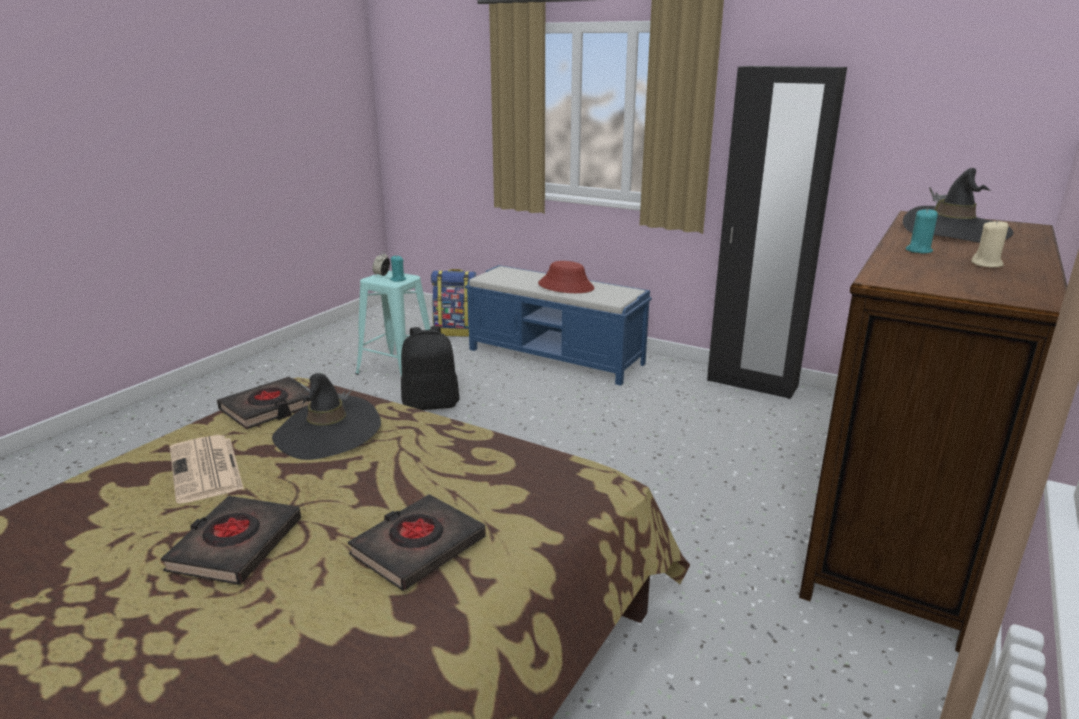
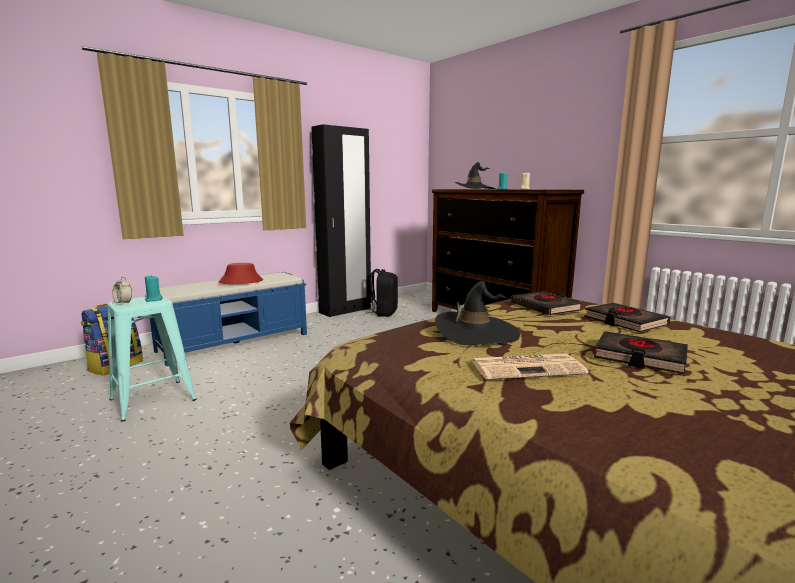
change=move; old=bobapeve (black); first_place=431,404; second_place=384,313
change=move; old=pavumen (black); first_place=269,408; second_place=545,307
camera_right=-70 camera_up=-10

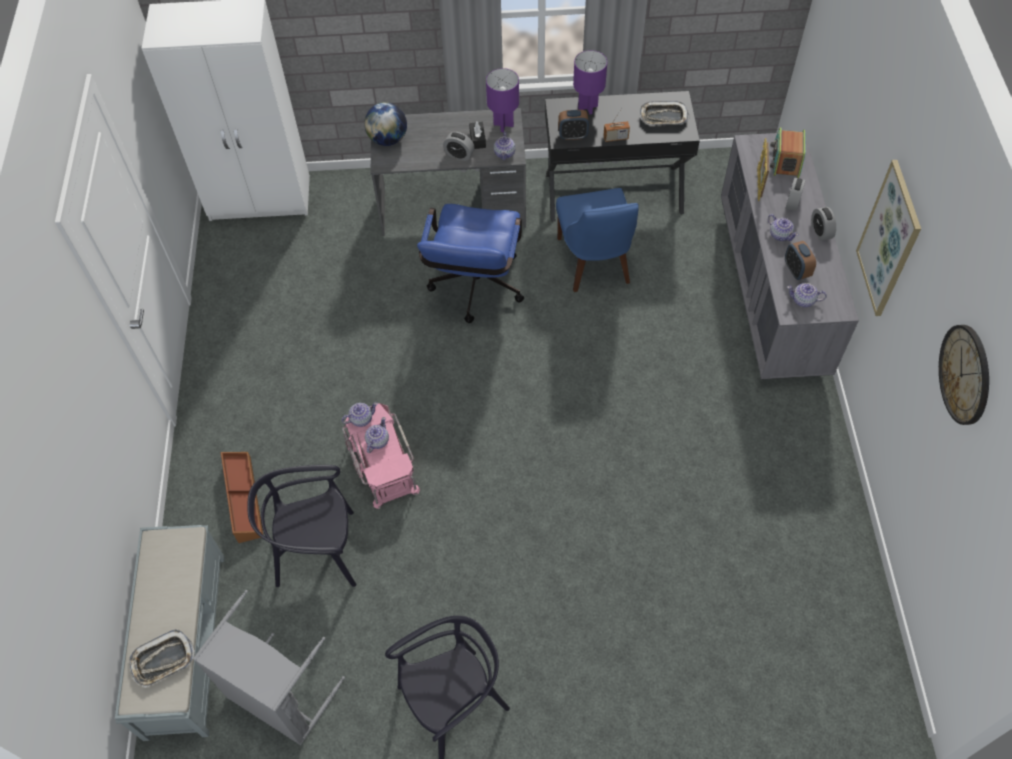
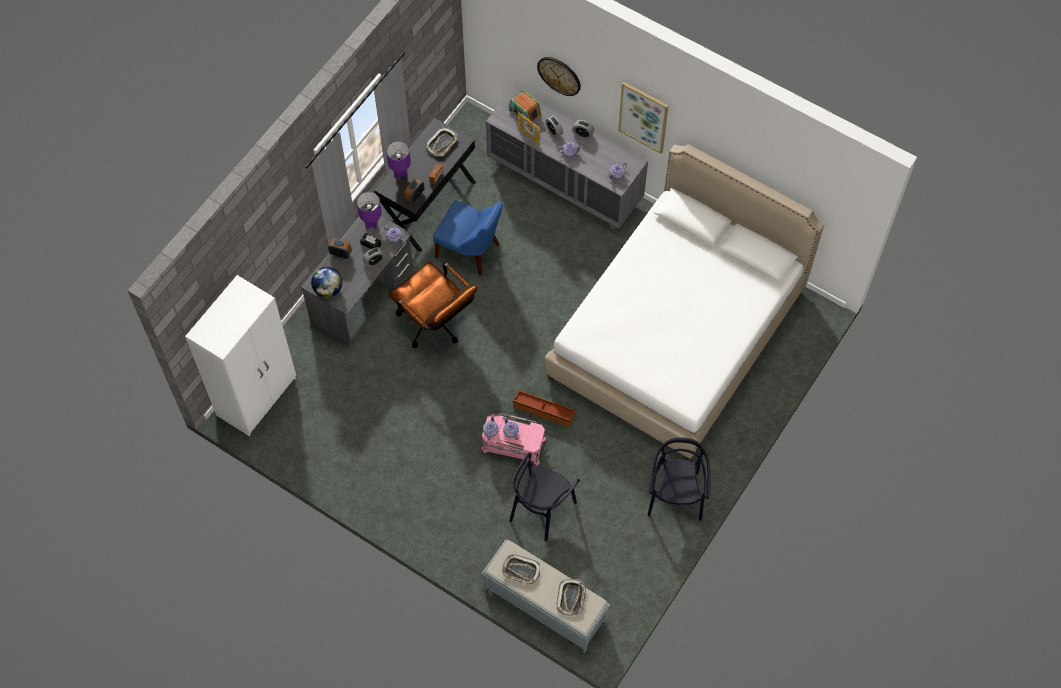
change=recolor; old=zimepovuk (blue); new=zimepovuk (brown); first_place=475,291; second_place=436,324
change=move; old=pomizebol; first_place=796,270; second_place=340,254
change=move; old=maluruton; first_place=965,374; second_place=559,75
change=move; old=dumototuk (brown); first_place=243,499; second_place=543,411
change=delete; old=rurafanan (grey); first_place=278,698
change=insert; new=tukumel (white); second_place=676,333
change=insert; new=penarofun; second_place=521,571
camera_right=-55 camera_up=5

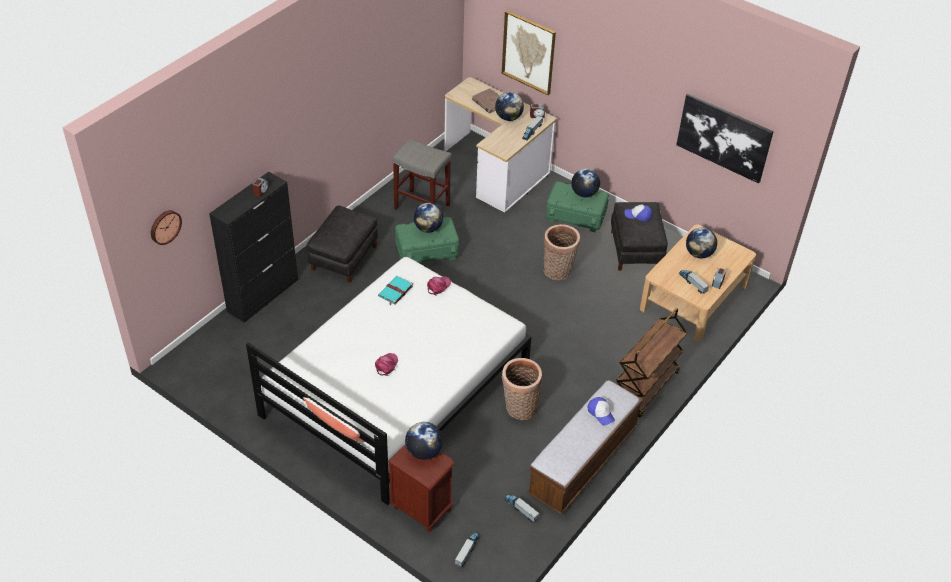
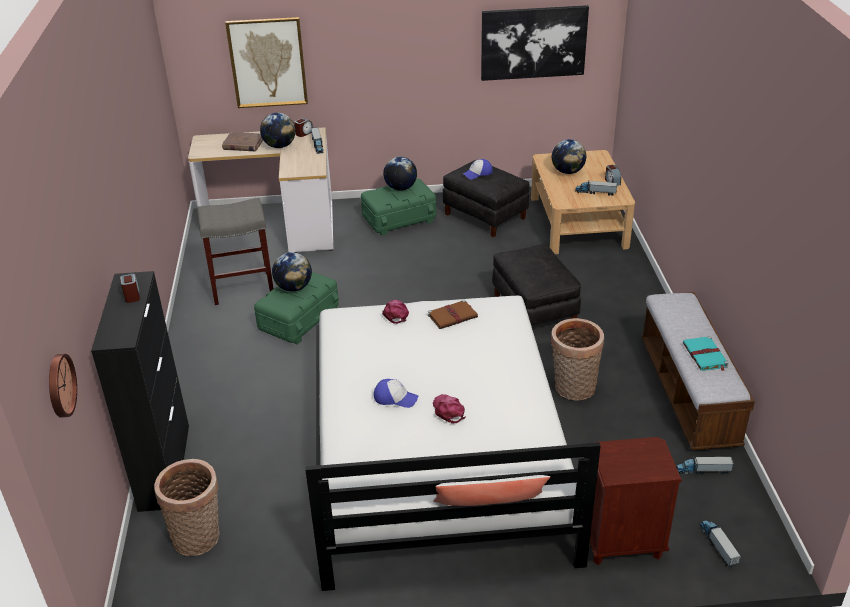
change=move; old=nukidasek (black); first_place=344,257; second_place=533,309
change=move; old=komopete; first_place=558,272; second_place=199,538
change=move; old=pavumen (turquoise); first_place=395,291; second_place=705,356
change=delete; old=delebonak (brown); first_place=646,388
change=move; old=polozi; first_place=601,413; second_place=395,398
change=delete; old=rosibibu; first_place=423,451
change=insert; new=pavumen (brown); second_place=453,316
camera_right=-40 camera_up=-10

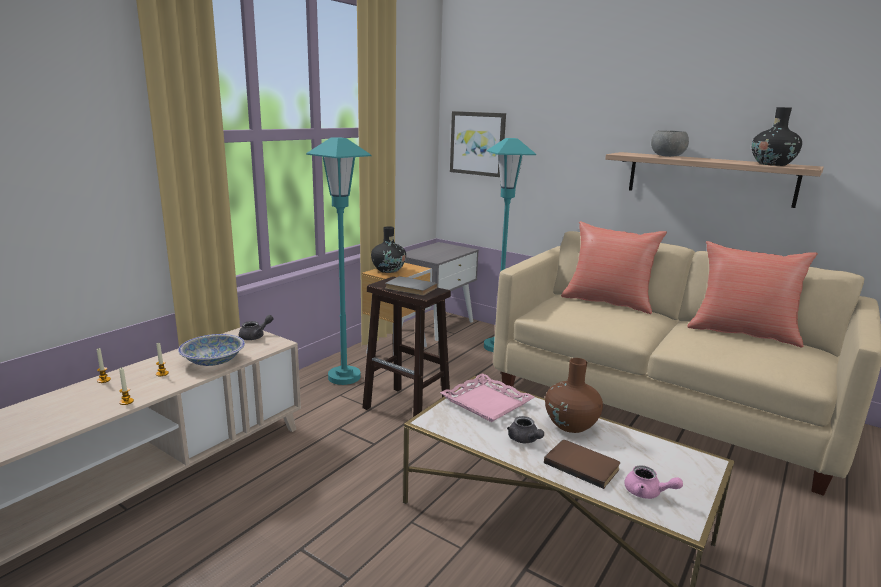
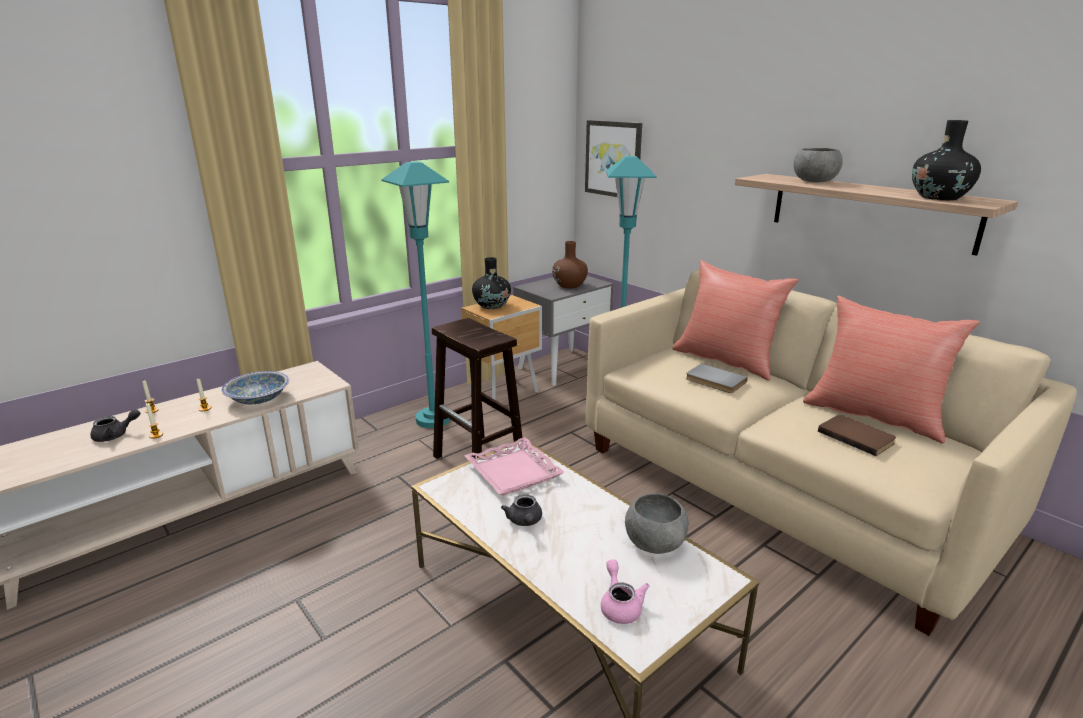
change=move; old=pavumen (grey); first_place=410,288; second_place=714,381
change=move; old=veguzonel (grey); first_place=255,336; second_place=115,435
change=move; old=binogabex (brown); first_place=571,424; second_place=569,285
change=move; old=pavumen (brown); first_place=582,464; second_place=857,436
change=rotate; old=veguzonel (pink); first_place=647,493; second_place=620,605; degrees=-150
change=insert; new=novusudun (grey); second_place=654,543
camera_right=15 camera_up=5

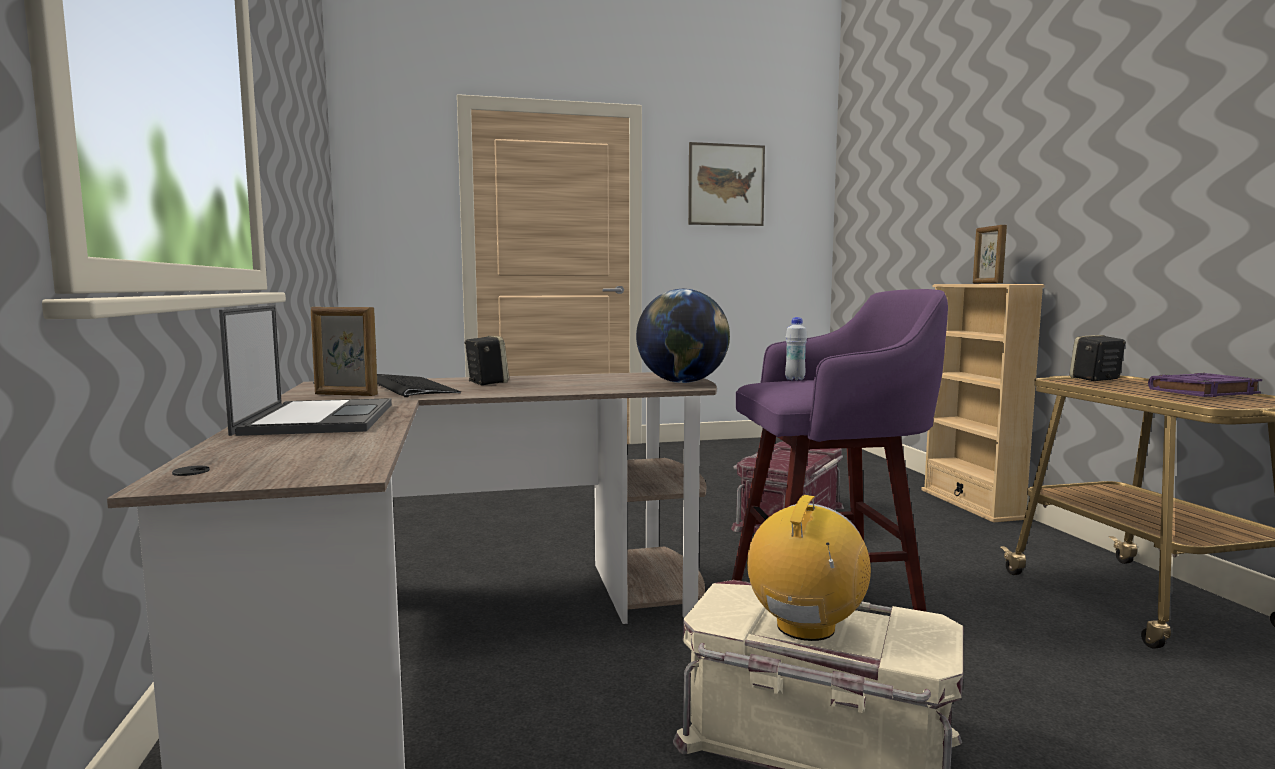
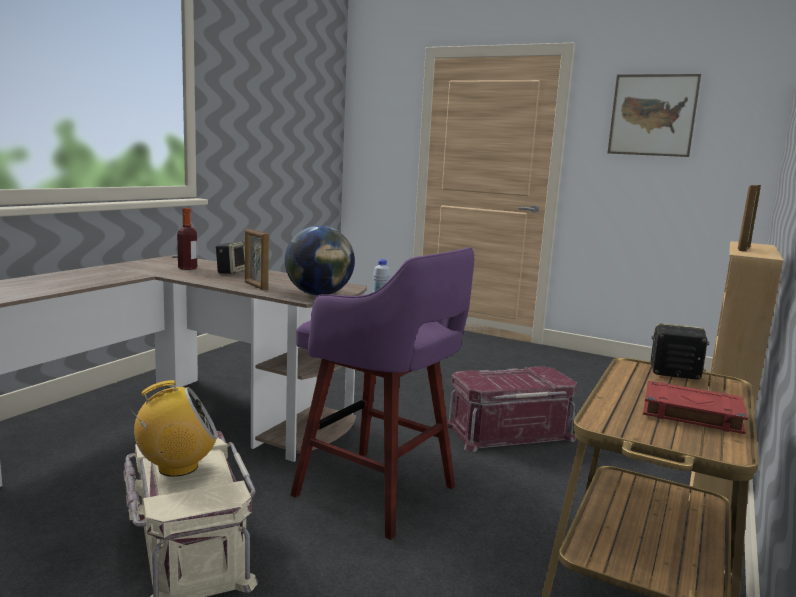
change=delete; old=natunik; first_place=318,418
change=move; old=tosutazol; first_place=345,394; second_place=255,286
change=recolor; old=pavumen (purple); new=pavumen (red); first_place=1203,392; second_place=690,413
change=replace; old=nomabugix; new=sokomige; first_place=411,388; second_place=187,268
camera_right=40 camera_up=5

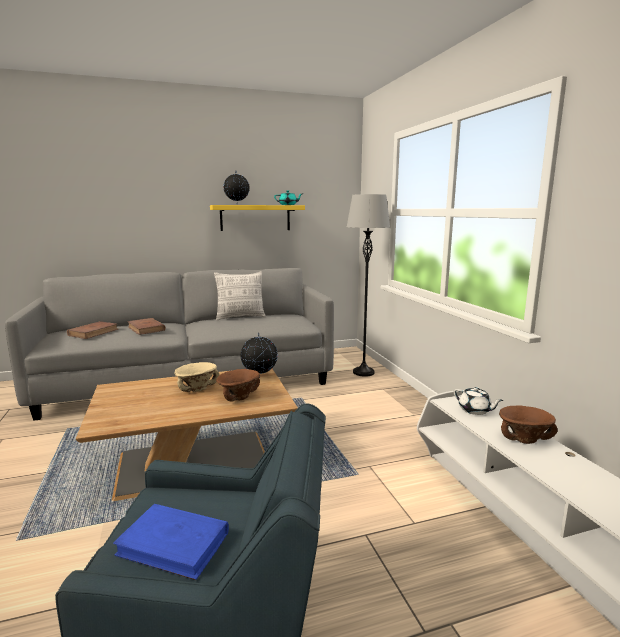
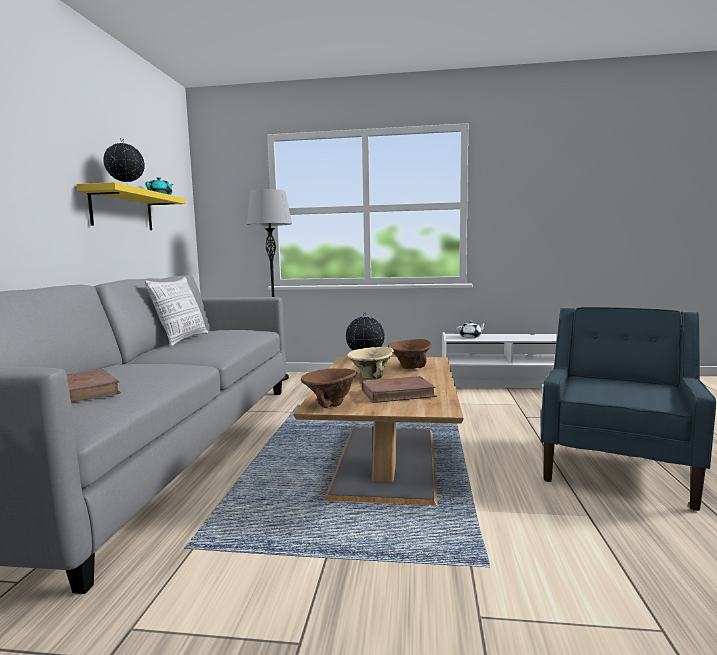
change=move; old=pavumen (brown); first_place=146,328; second_place=398,393
change=move; old=novusudun (brown); first_place=523,439; second_place=329,404
change=delete; old=pavumen (blue); first_place=174,544
camera_right=-65 camera_up=-5

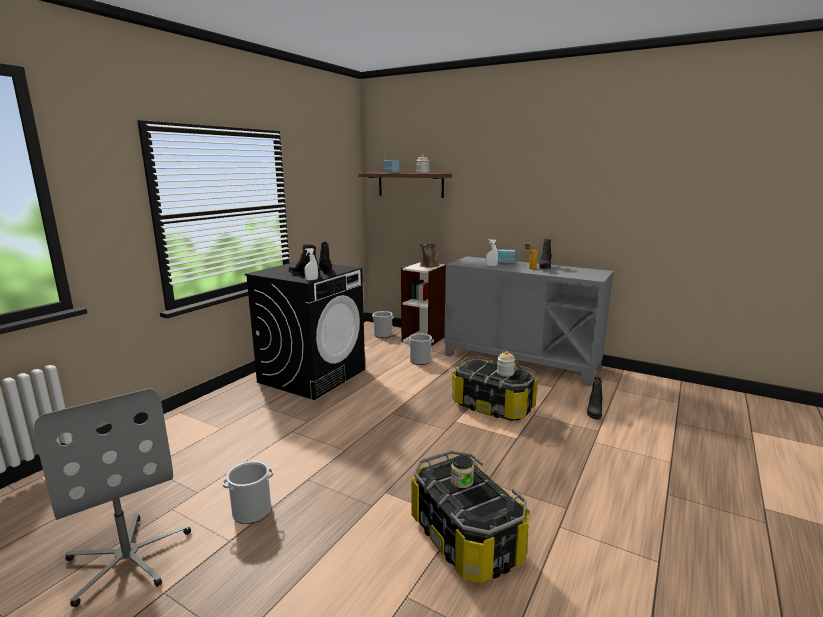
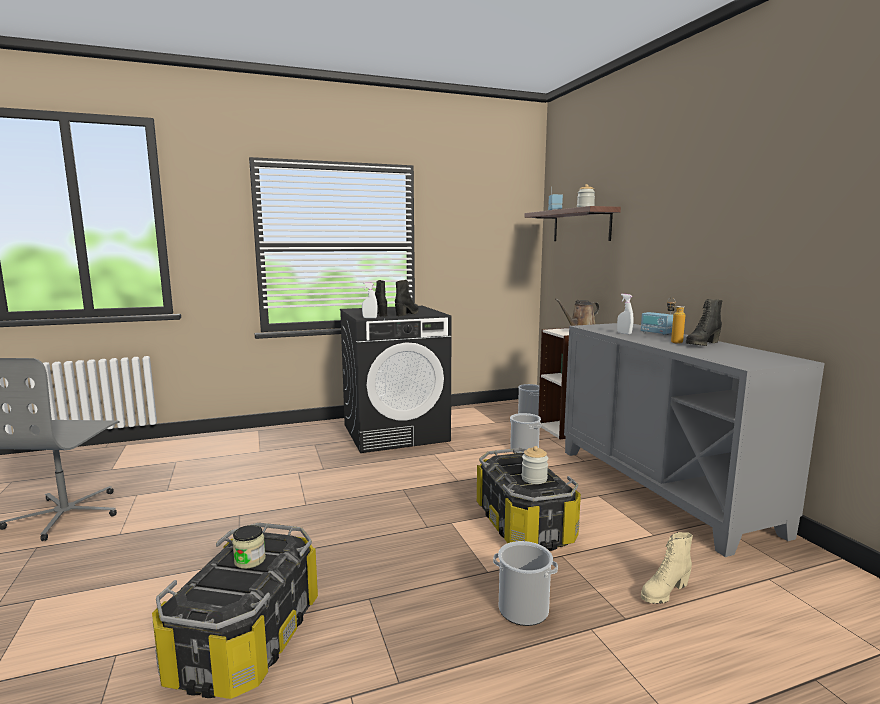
change=recolor; old=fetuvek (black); new=fetuvek (beige); first_place=594,412; second_place=664,592
change=move; old=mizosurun; first_place=252,511; second_place=523,609
camera_right=40 camera_up=-5

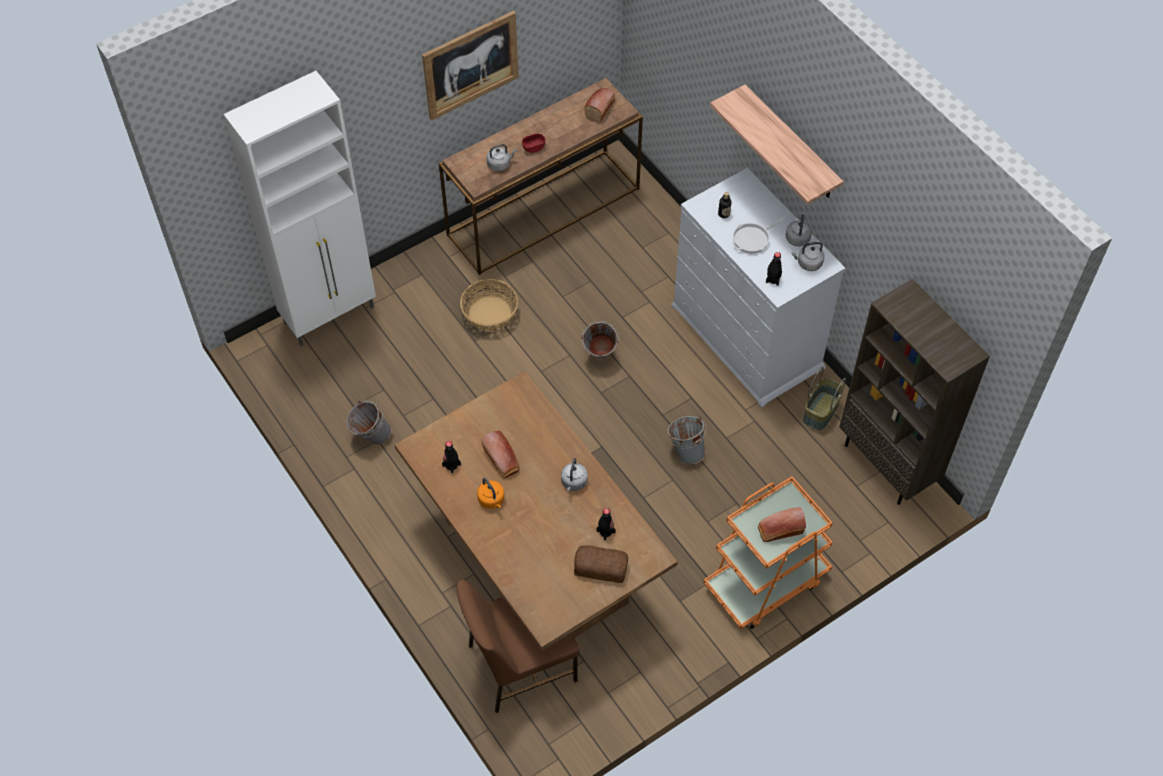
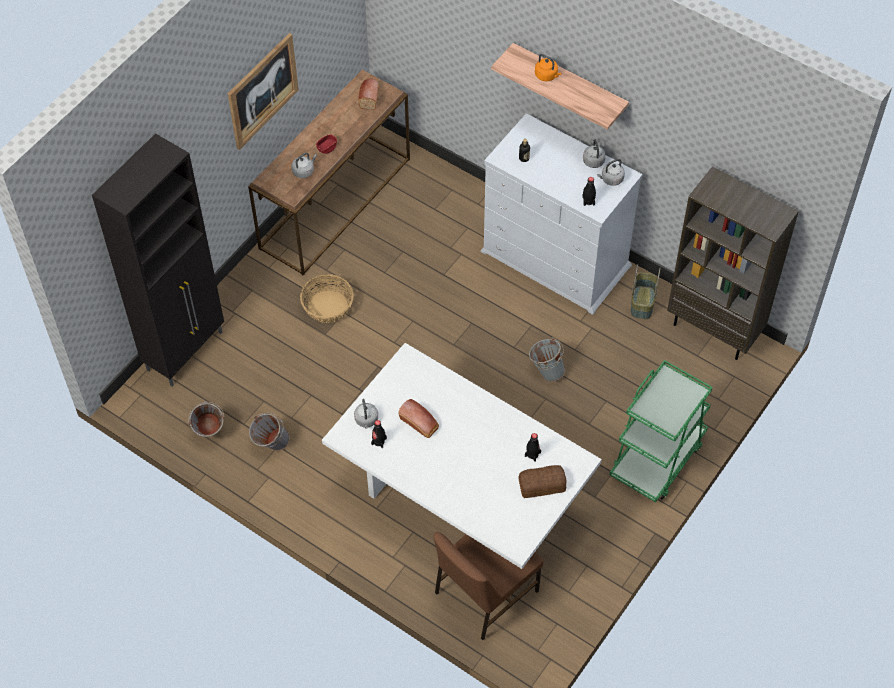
change=recolor; old=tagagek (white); new=tagagek (black); first_place=330,315; second_place=186,350
change=delete; old=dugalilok; first_place=753,239
change=move; old=mizosurun (grey); first_place=599,357; second_place=209,434
change=recolor; old=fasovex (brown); new=fasovex (white); first_place=534,561; second_place=459,504
change=move; old=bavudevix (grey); first_place=574,482; second_place=366,420
change=recolor; old=delebonak (orange); new=delebonak (green); first_place=765,582; second_place=657,458
change=move; old=bavudevix (orange); first_place=492,500; second_place=547,76
change=delete; old=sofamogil; first_place=779,530
camera_right=-20 camera_up=0

